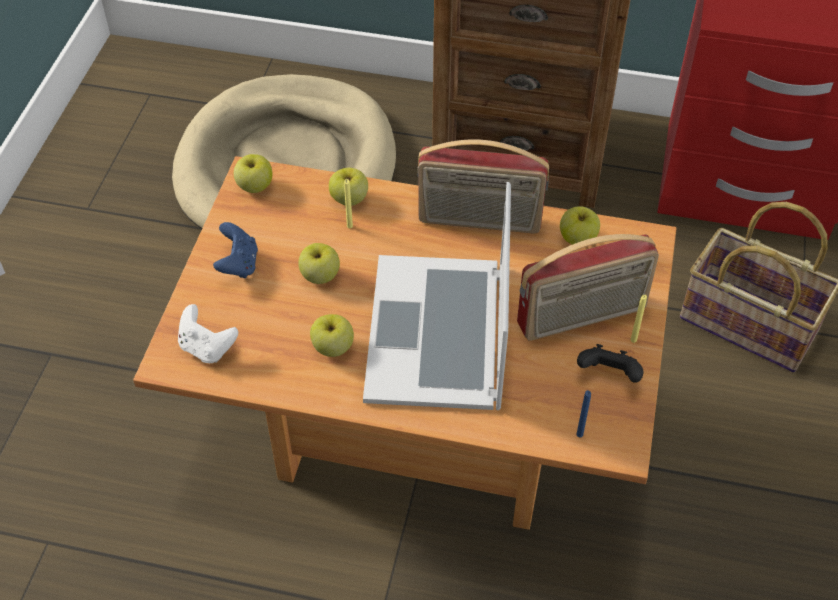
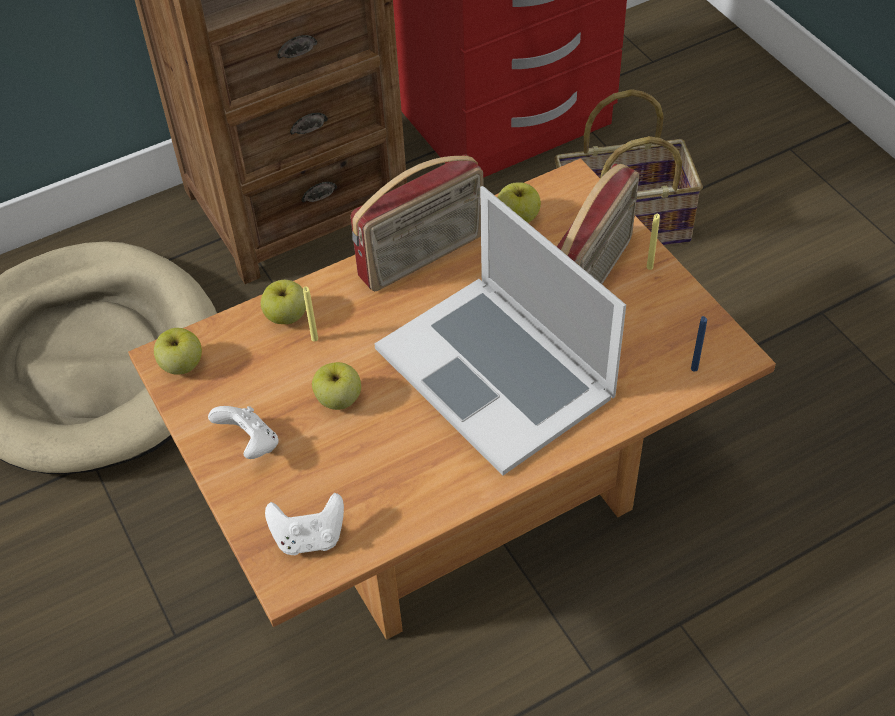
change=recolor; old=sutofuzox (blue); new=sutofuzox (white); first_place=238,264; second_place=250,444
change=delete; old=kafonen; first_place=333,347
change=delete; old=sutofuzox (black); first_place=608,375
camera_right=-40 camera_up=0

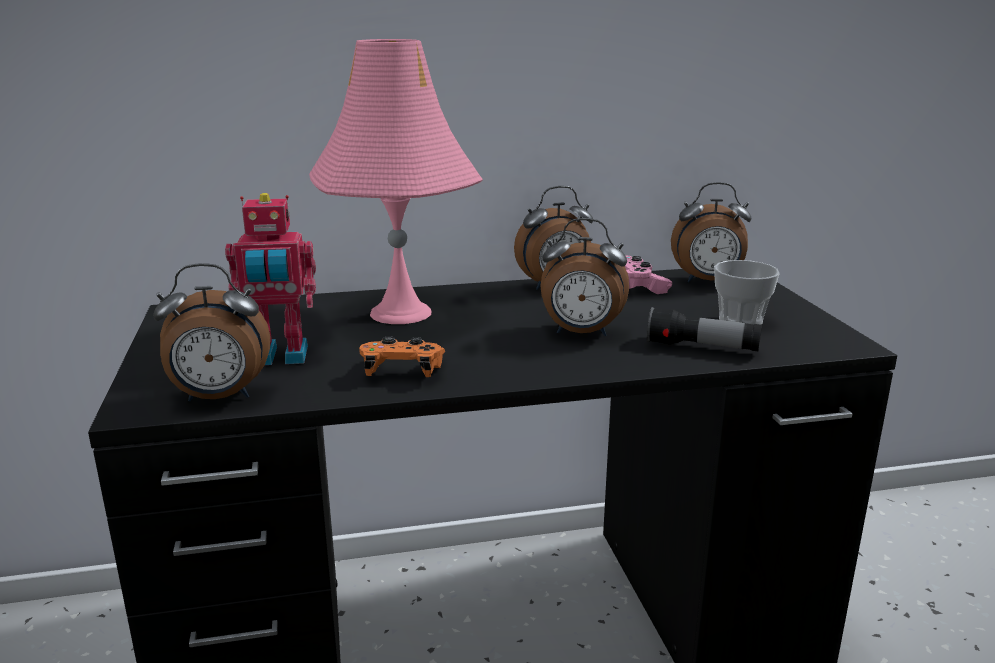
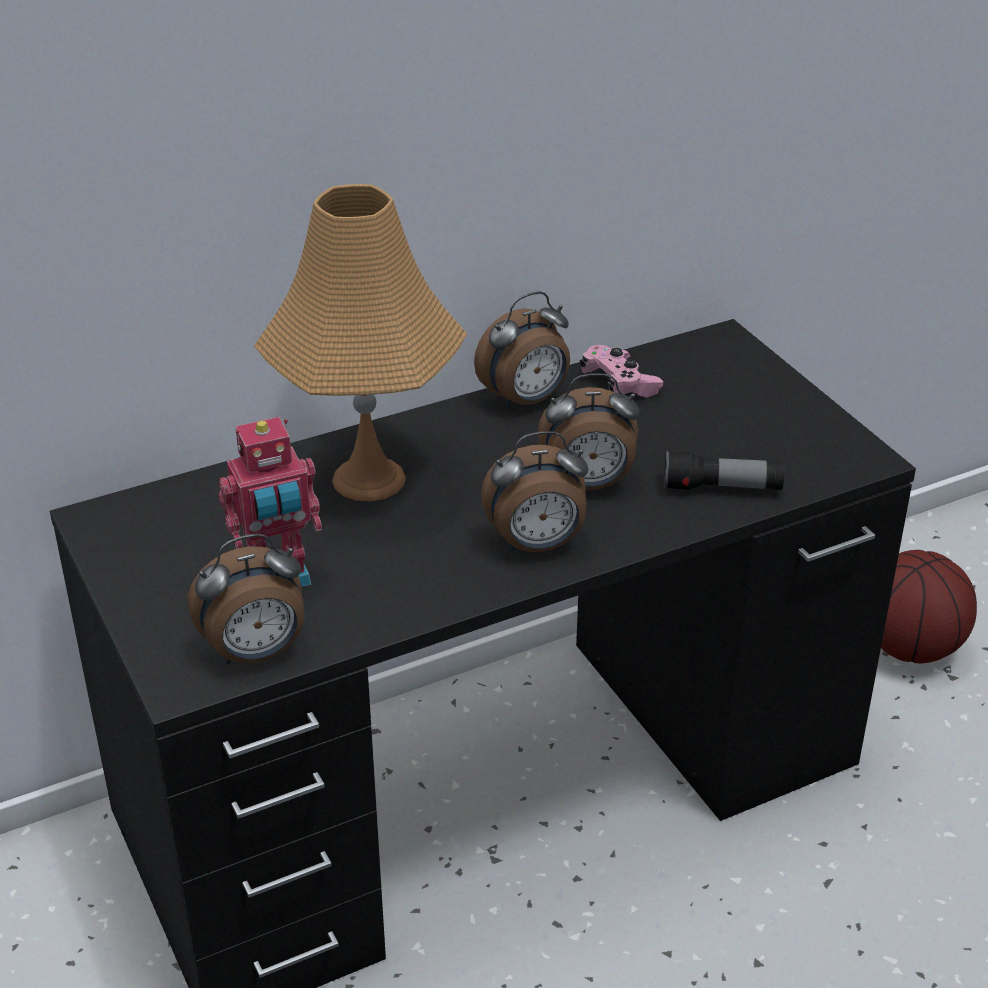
change=recolor; old=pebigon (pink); new=pebigon (orange); first_place=401,312; second_place=369,478
change=move; old=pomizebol; first_place=708,281; second_place=537,545
change=delete; old=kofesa; first_place=740,321
change=delete; old=sutofuzox (orange); first_place=403,372
change=insert; new=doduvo; second_place=911,648
camera_right=-15 camera_up=15

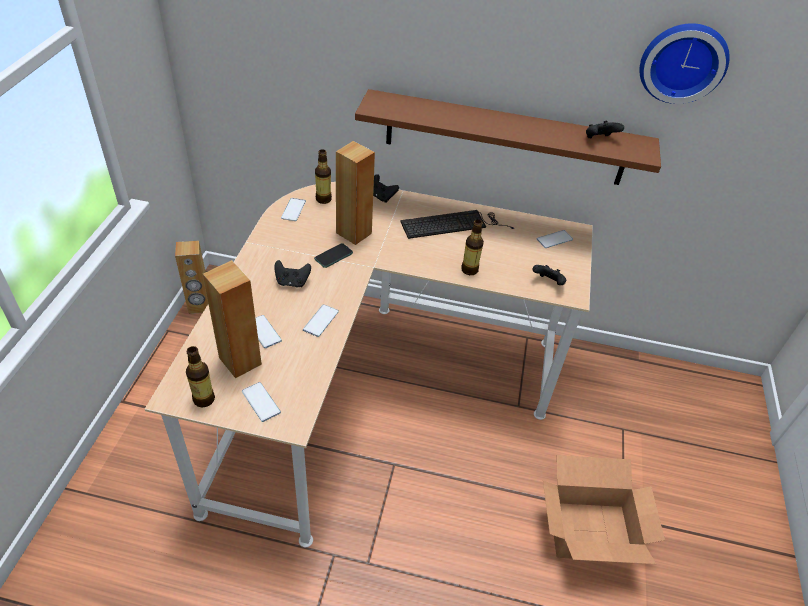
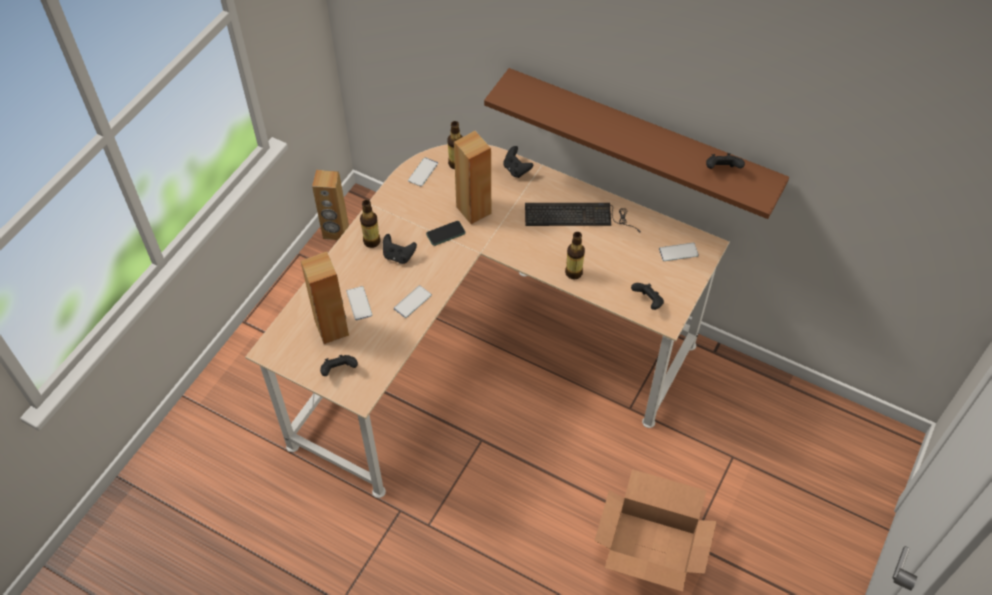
change=delete; old=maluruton; first_place=683,61
change=move; old=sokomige; first_place=204,399; second_place=372,241
change=replace; old=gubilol; new=sutofuzox (black); first_place=261,402; second_place=339,370
camera_right=20 camera_up=10

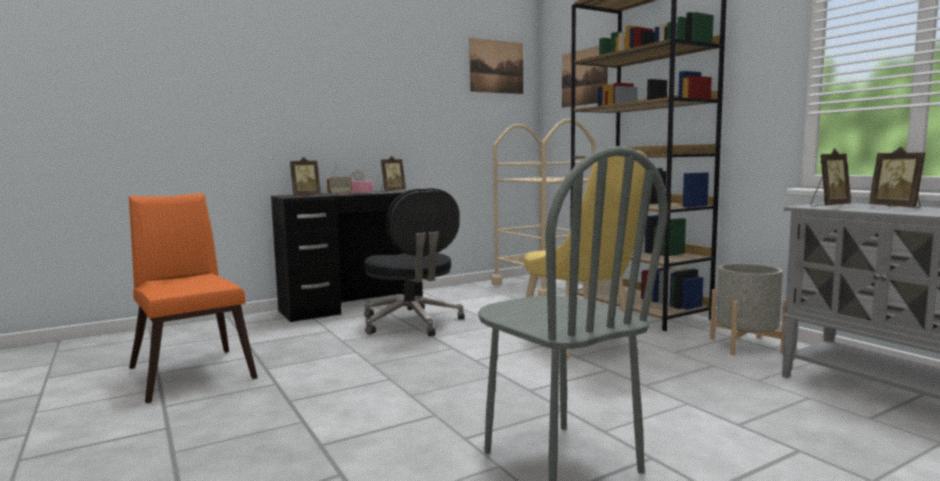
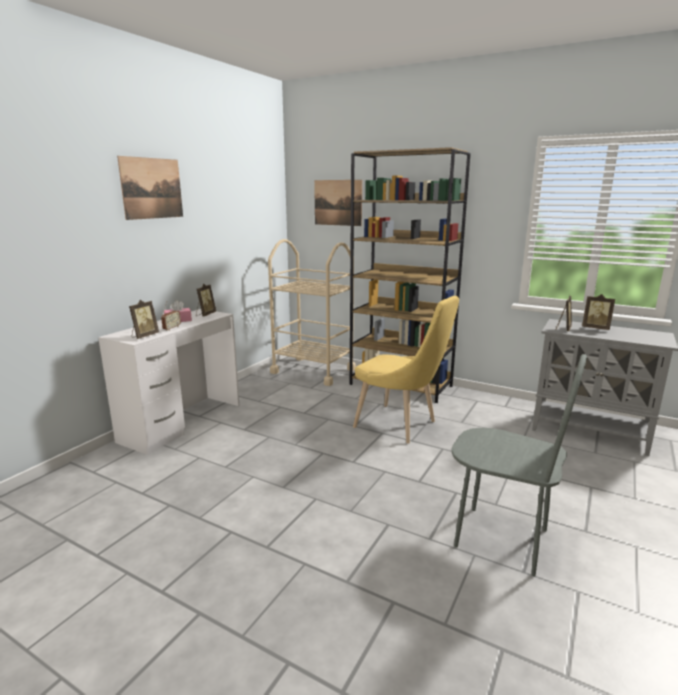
change=move; old=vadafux; first_place=496,67; second_place=152,188
change=delete; old=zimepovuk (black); first_place=412,323
change=recolor; old=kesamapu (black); new=kesamapu (white); first_place=352,306; second_place=182,422
change=delete; old=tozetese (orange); first_place=192,370
change=delete; old=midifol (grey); first_place=746,345
camera_right=-30 camera_up=10

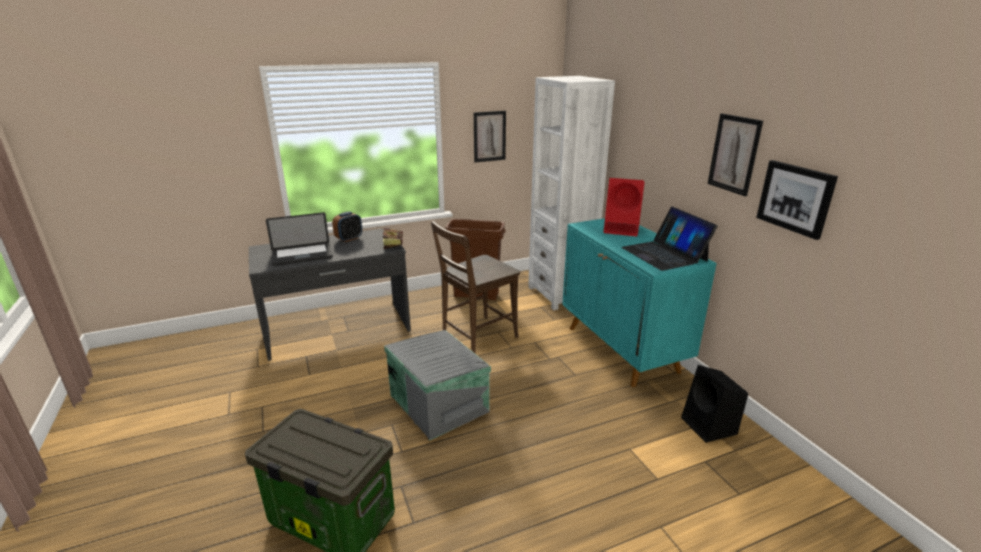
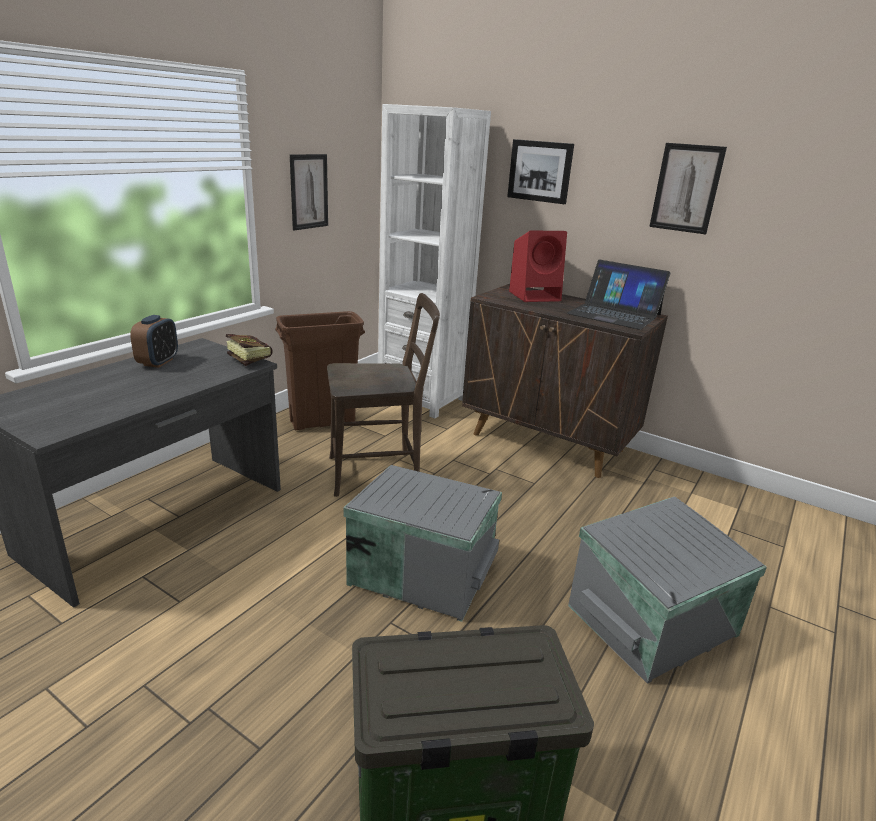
change=move; old=vadafux; first_place=795,198; second_place=540,171
change=delete; old=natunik; first_place=302,255
change=recolor; old=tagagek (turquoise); new=tagagek (brown); first_place=622,349; second_place=548,442
change=rotate; old=tozetese (brown); first_place=476,337; second_place=379,473; degrees=-120
change=delete; old=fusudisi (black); first_place=710,426
change=insert; new=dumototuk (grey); second_place=654,621
camera_right=-35 camera_up=0

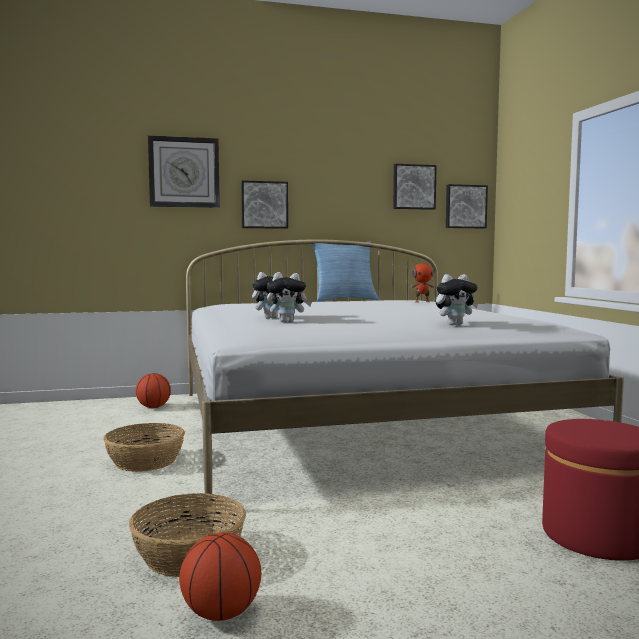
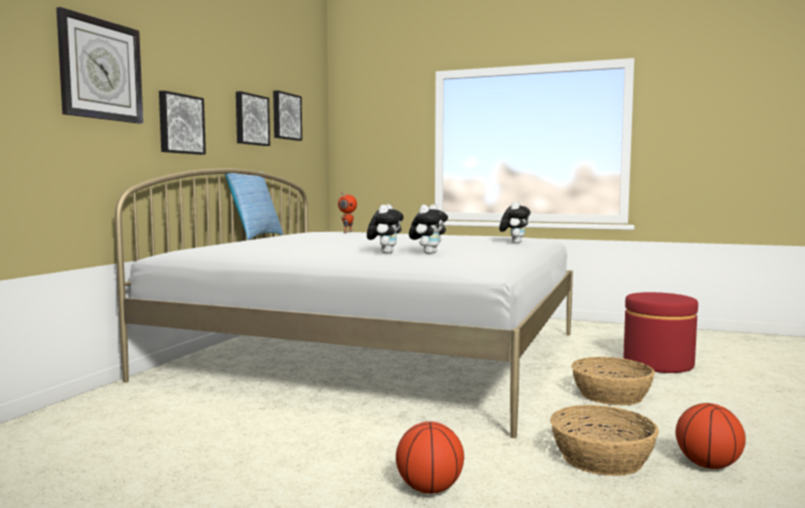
change=move; old=vadafux; first_place=465,206; second_place=251,119
change=move; old=doduvo; first_place=154,407; second_place=429,489
change=move; old=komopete; first_place=146,461; second_place=612,395
camera_right=-55 camera_up=0

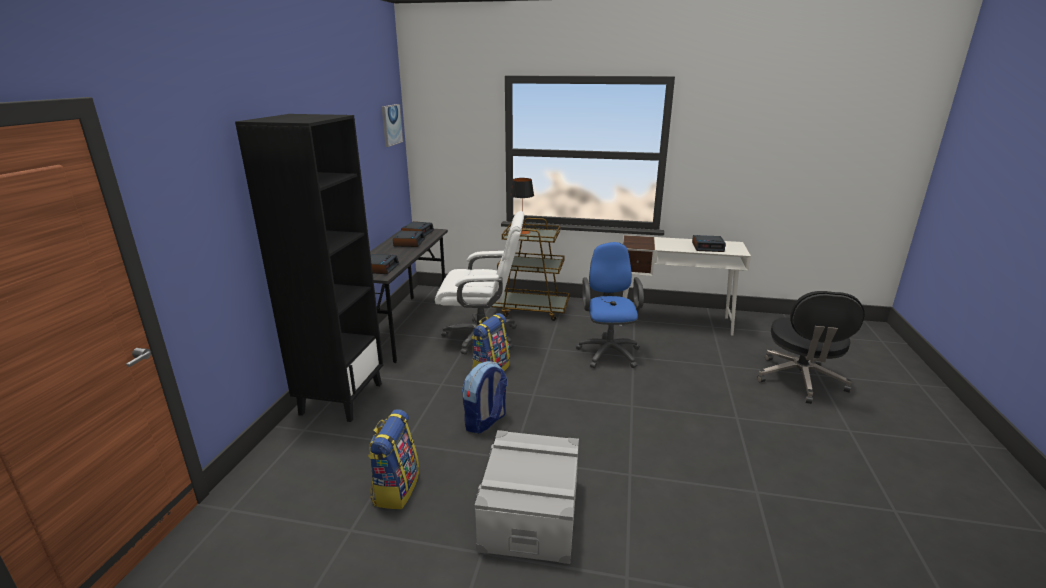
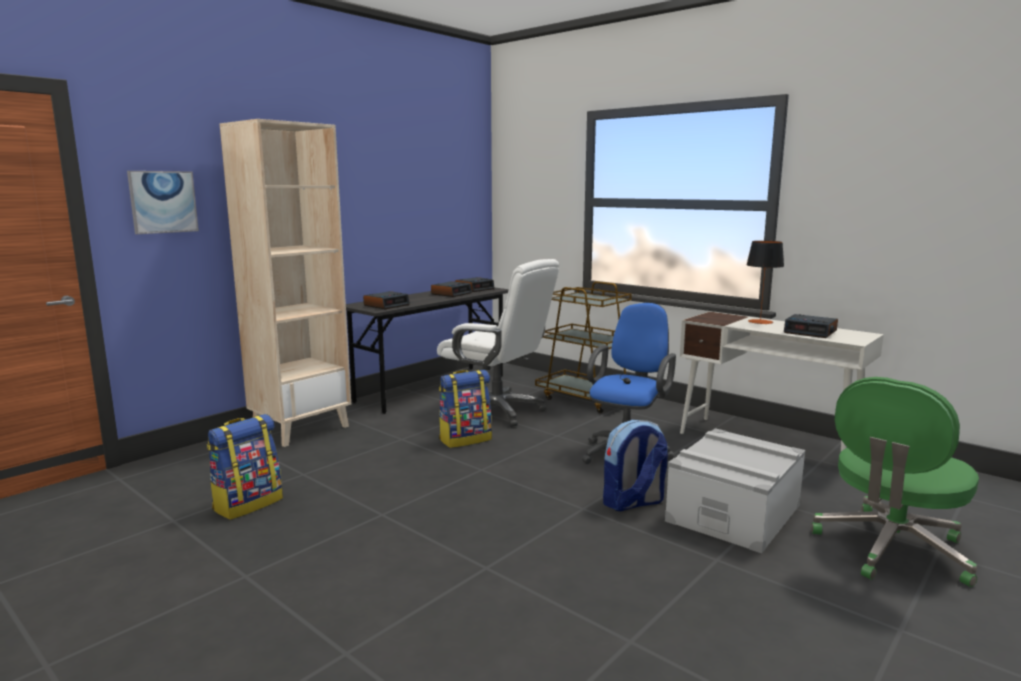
change=move; old=vadafux; first_place=391,125; second_place=163,202
change=recolor; old=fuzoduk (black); new=fuzoduk (beige); first_place=341,398; second_place=301,428
change=move; old=pebigon; first_place=522,232; second_place=760,322
change=recolor; old=zimepovuk (black); new=zimepovuk (green); first_place=800,380; second_place=891,549
change=move; old=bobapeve; first_place=485,422; second_place=633,503
change=move; old=dumototuk (grey); first_place=530,514; second_place=733,513
camera_right=30 camera_up=-10

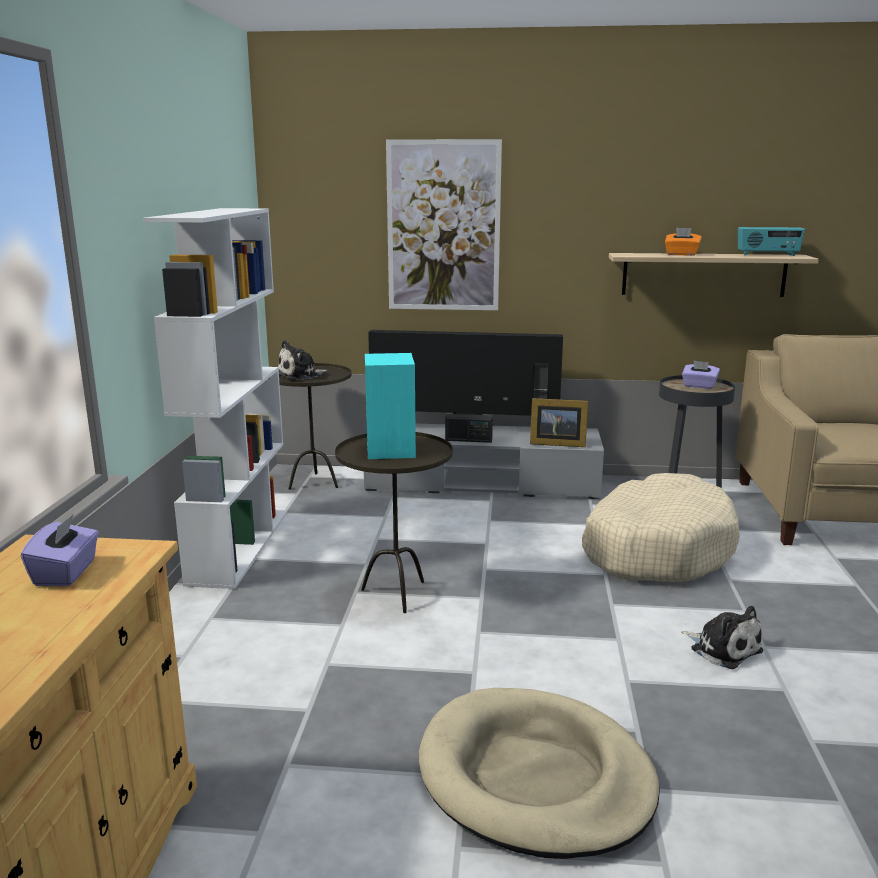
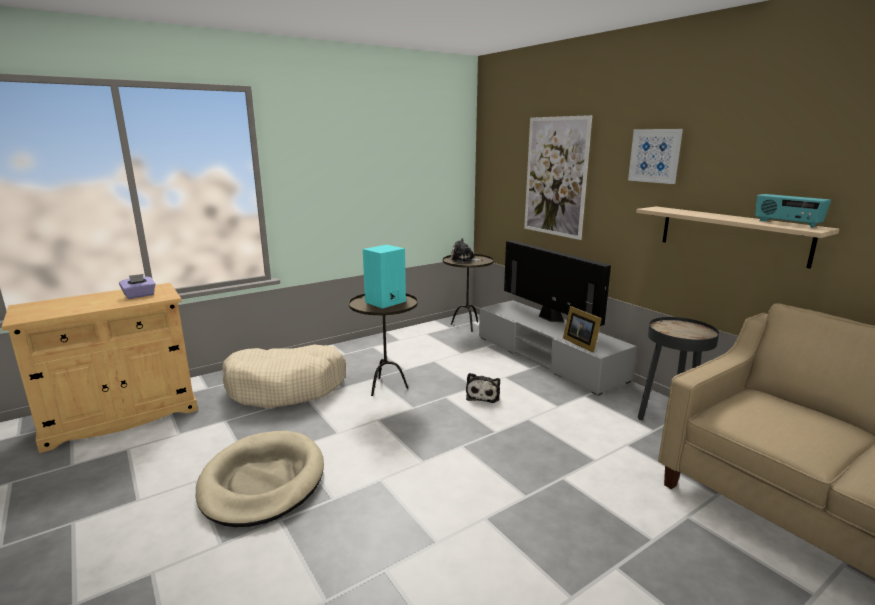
change=delete; old=fuzoduk (white); first_place=239,545
change=delete; old=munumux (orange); first_place=681,254
change=delete; old=munumux (purple); first_place=699,386
change=delete; old=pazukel; first_place=468,440
change=move; old=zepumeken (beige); first_place=656,548; second_place=286,387
change=move; old=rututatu; first_place=722,649; second_place=483,395
change=insert; new=vadafux; second_place=655,155
camera_right=50 camera_up=0

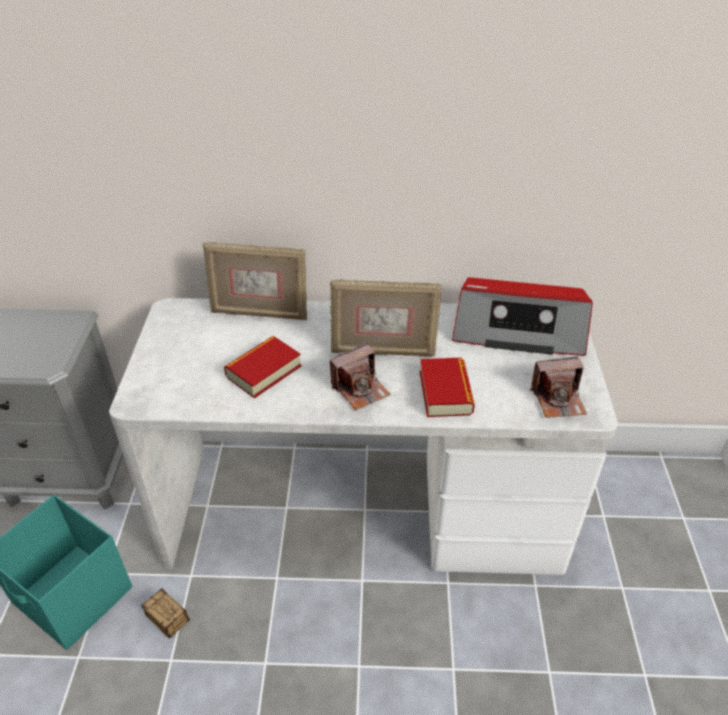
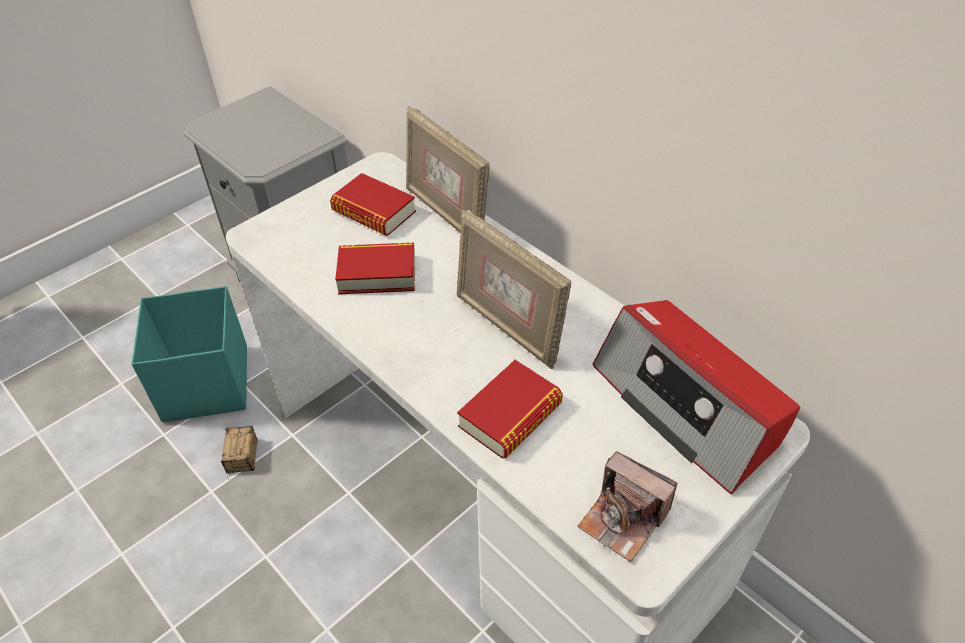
change=delete; old=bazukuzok; first_place=360,389
change=insert; new=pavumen; second_place=374,212
camera_right=45 camera_up=5

